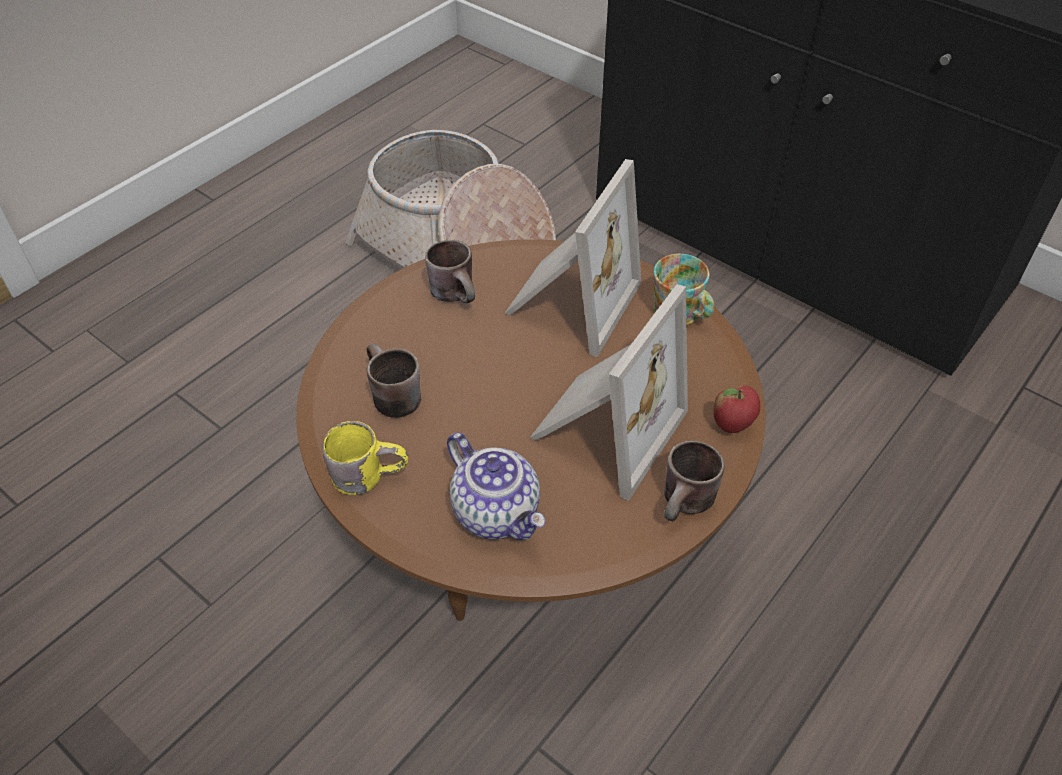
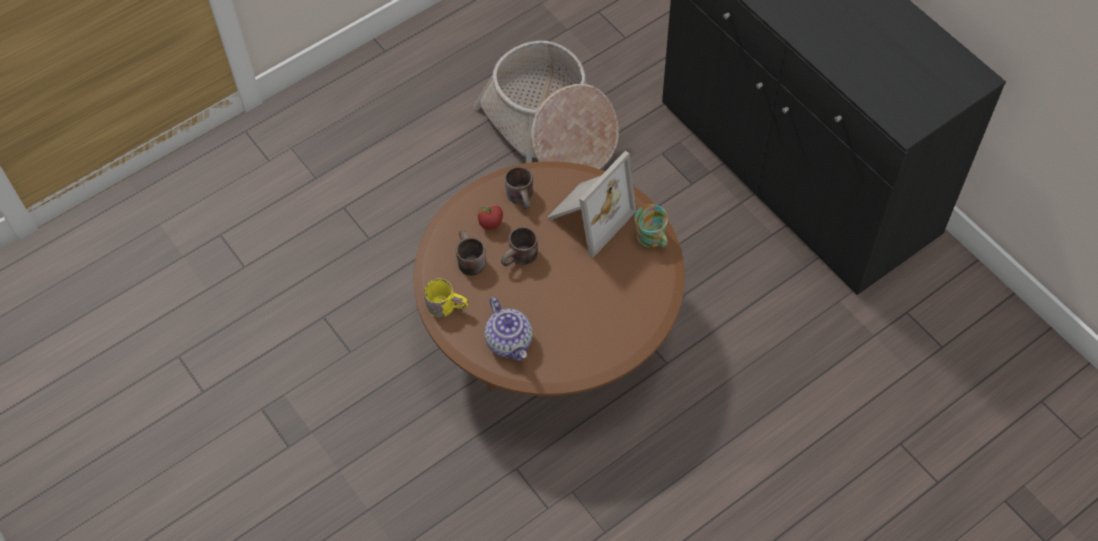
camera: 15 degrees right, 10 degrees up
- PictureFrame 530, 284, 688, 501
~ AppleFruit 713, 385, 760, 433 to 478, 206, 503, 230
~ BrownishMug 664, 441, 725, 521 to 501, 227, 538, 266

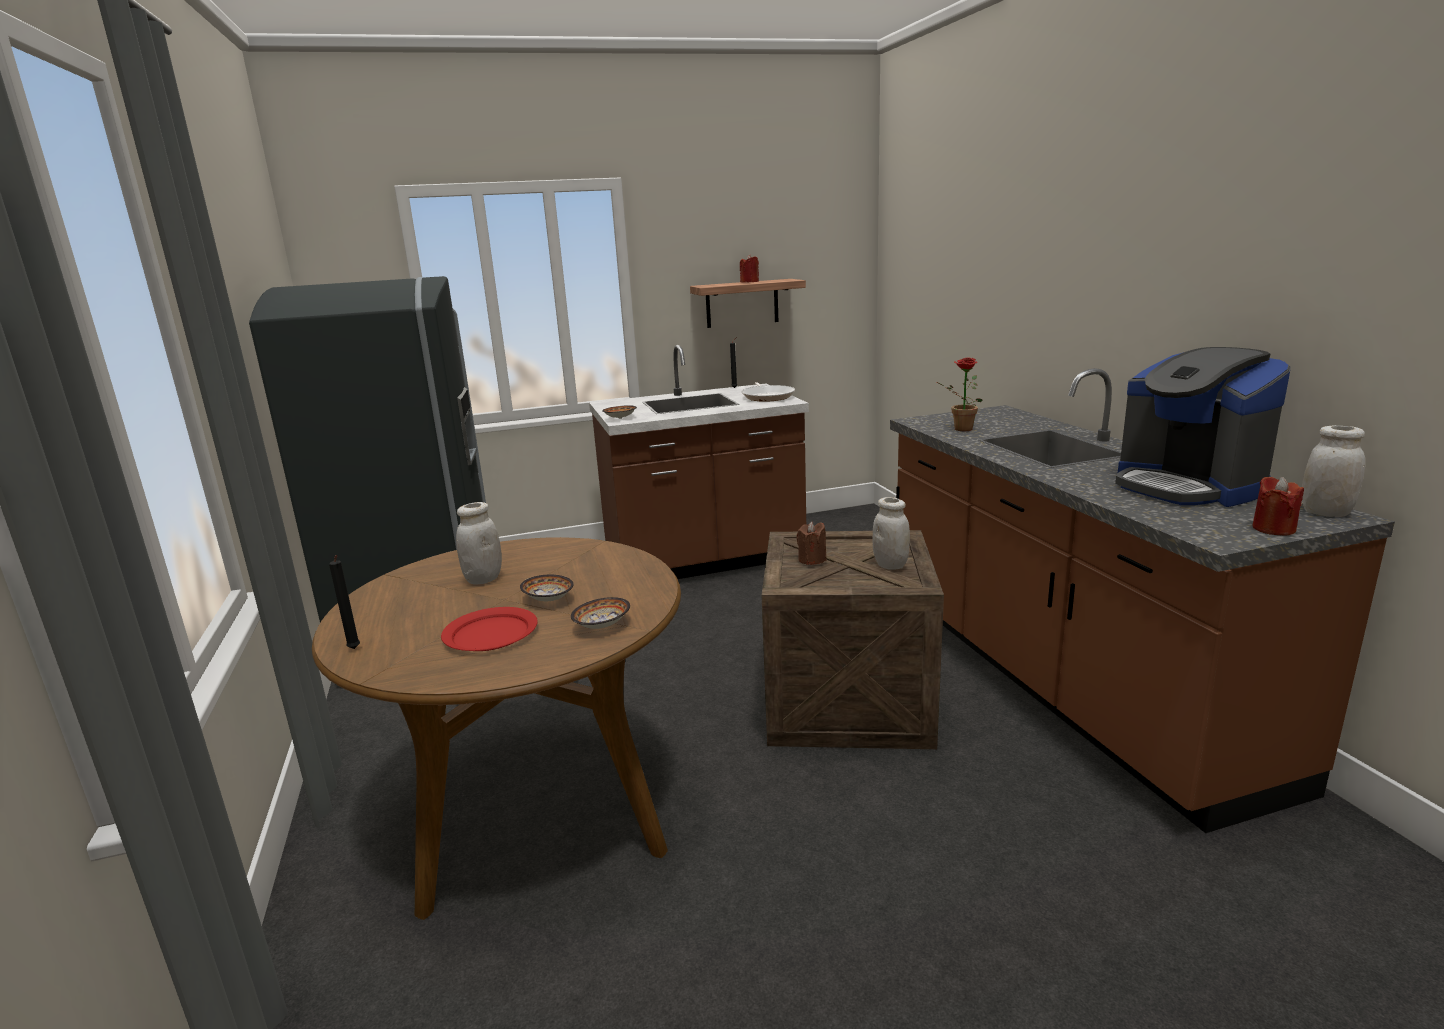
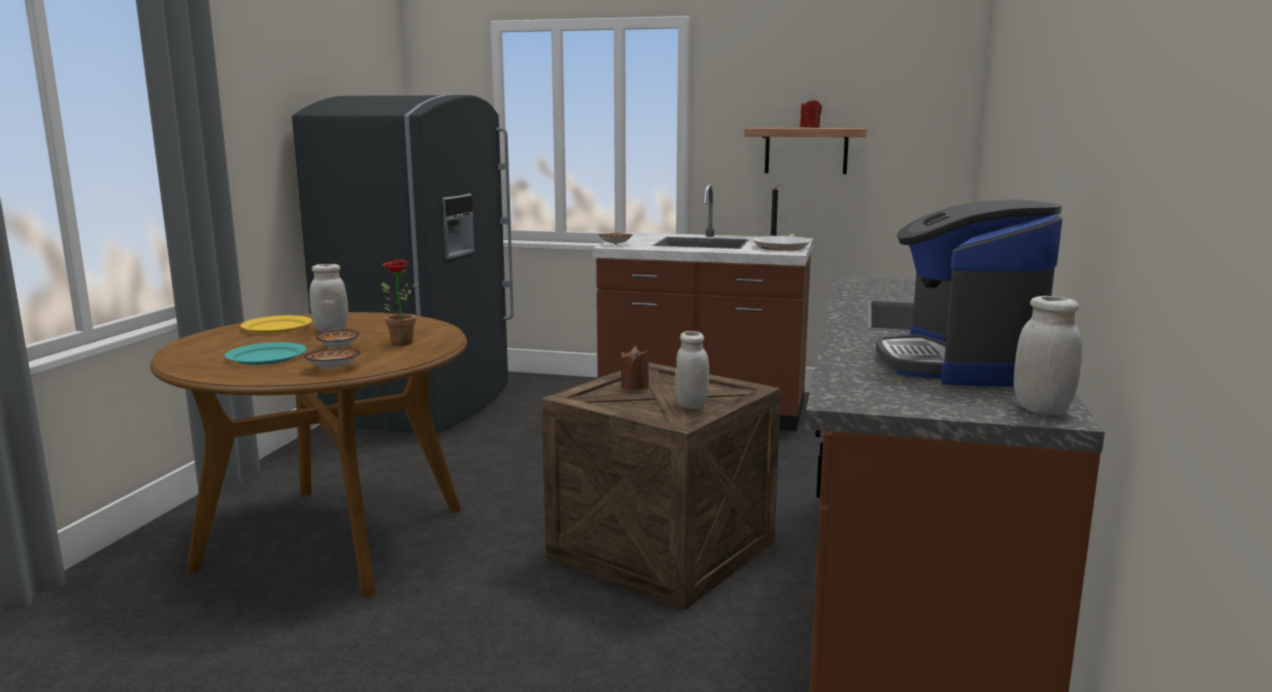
camera: 30 degrees right, 5 degrees down
~ PlantInAPot 937, 357, 983, 431 to 381, 259, 418, 345
- RedColouredWaxLight 1252, 477, 1304, 535
- BlackishWaxLight 329, 555, 360, 649
~ RedColouredPlate 441, 607, 538, 651 to TurquoiseColouredPlate 225, 342, 307, 365
+ YellowColouredPlate 240, 315, 312, 334

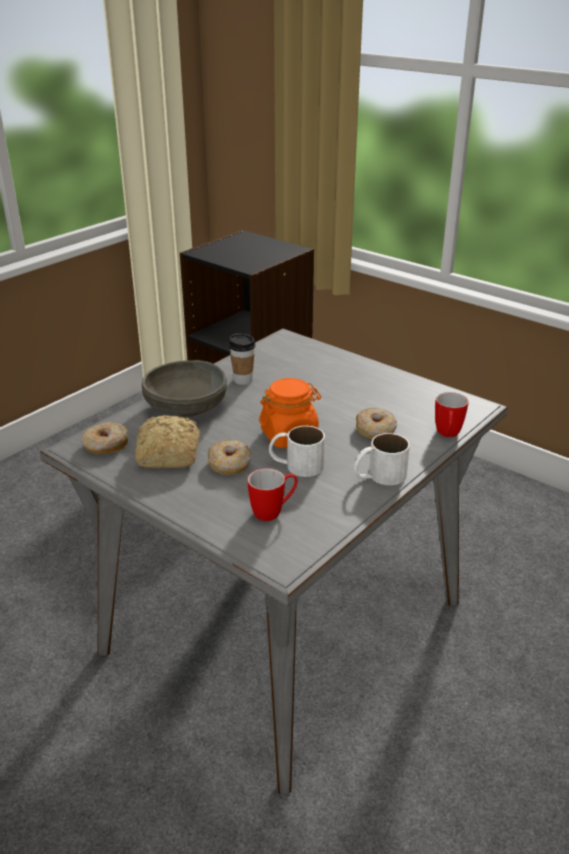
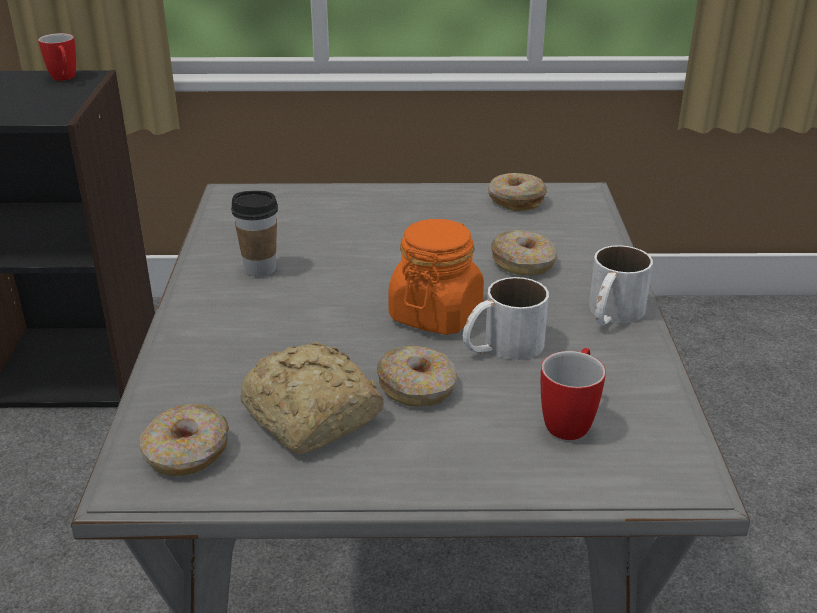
camera: 40 degrees left, 0 degrees up
- GreyishBowl 142, 360, 227, 418
~ Mug 435, 392, 469, 437 to 38, 33, 76, 81
+ RingDoughnut 488, 173, 547, 211

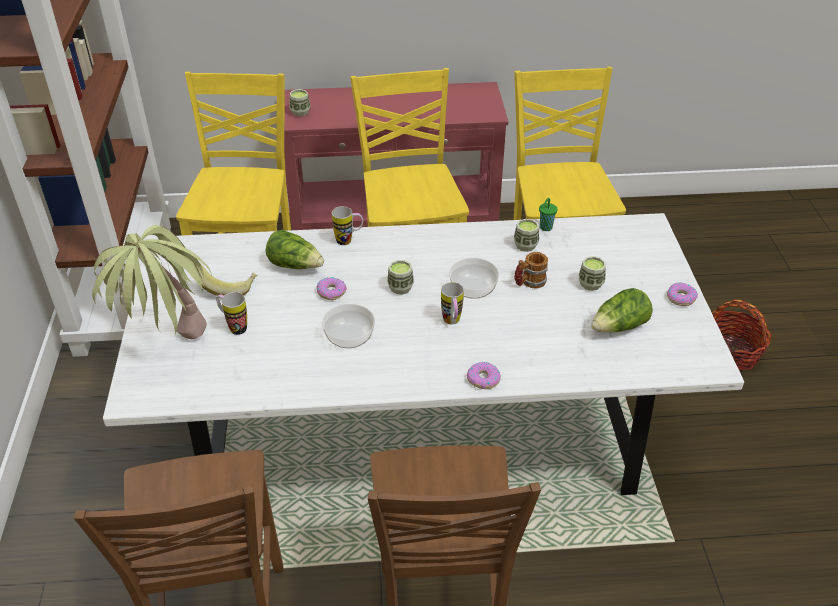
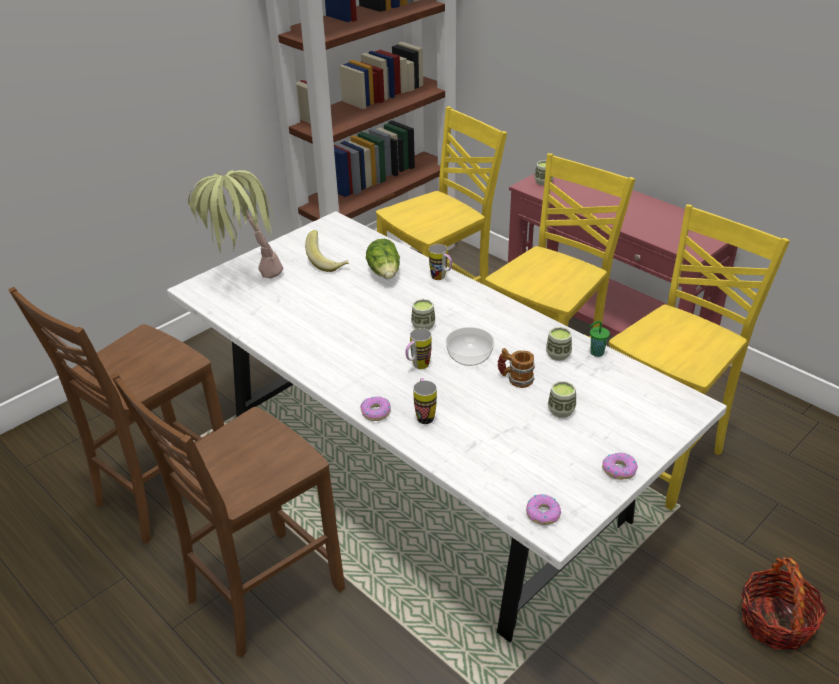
camera: 50 degrees right, 5 degrees down
~ RingDoughnut 317, 277, 347, 300 to 526, 494, 561, 525
- LettuceHead 591, 288, 653, 332
~ Mug 216, 292, 247, 335 to 413, 378, 437, 424
- Bowl 322, 304, 375, 348

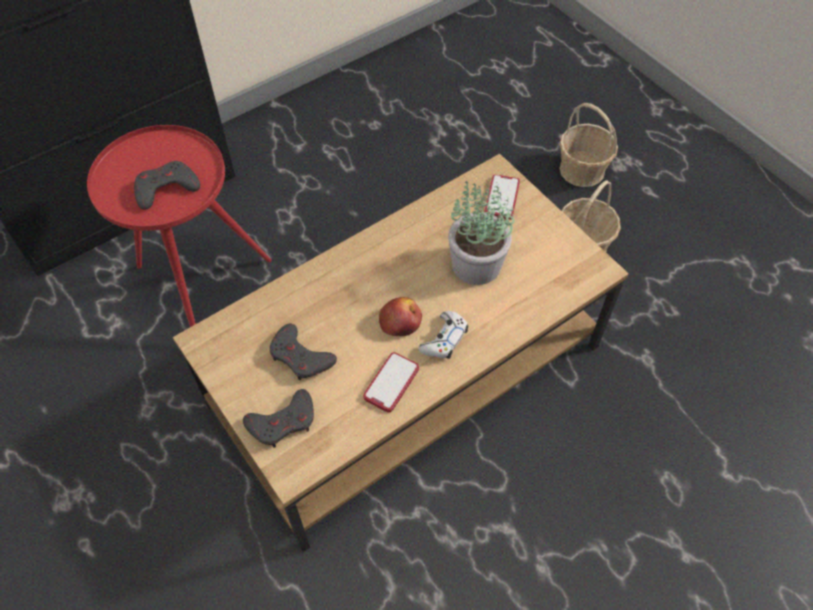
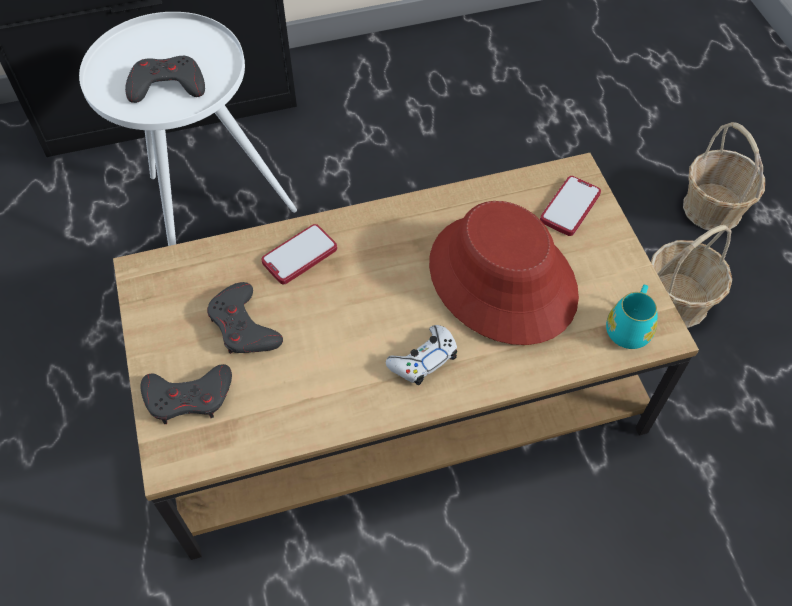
camera: 20 degrees right, 0 degrees up
~ RedColouredAccentTable 87, 125, 271, 327 to WhiteAccentTable 79, 12, 297, 246
~ PlantInAPot 448, 181, 515, 285 to RedColouredHat 429, 201, 579, 345
- AppleFruit 379, 297, 422, 336
~ Phone 363, 352, 419, 413 to 261, 224, 337, 284
+ TurquoiseColouredMug 606, 285, 658, 349

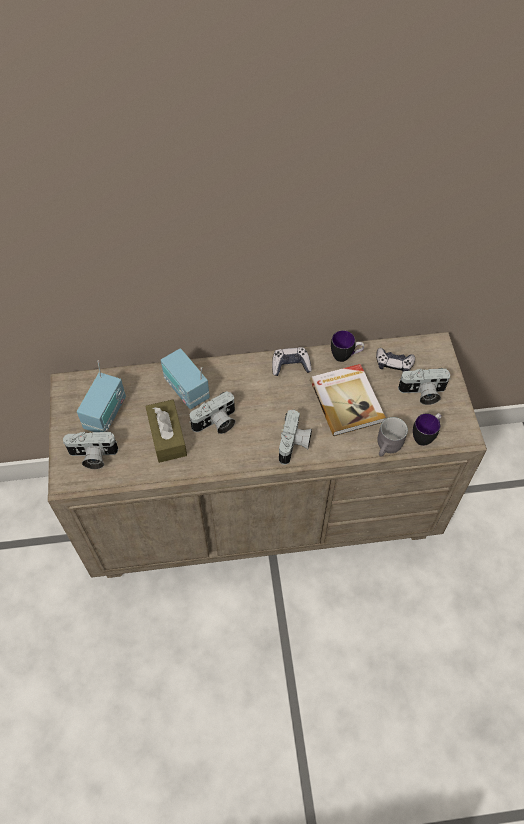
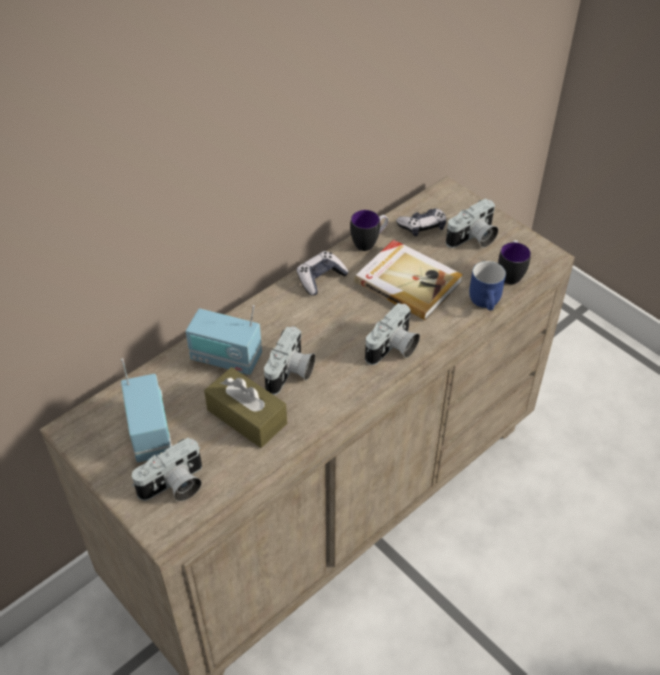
camera: 35 degrees left, 10 degrees down
~ PhotoCamera 279, 409, 312, 465 = 365, 303, 420, 365 60 degrees clockwise
~ GreyishMug 377, 417, 408, 457 to BlueColouredMug 469, 261, 506, 311

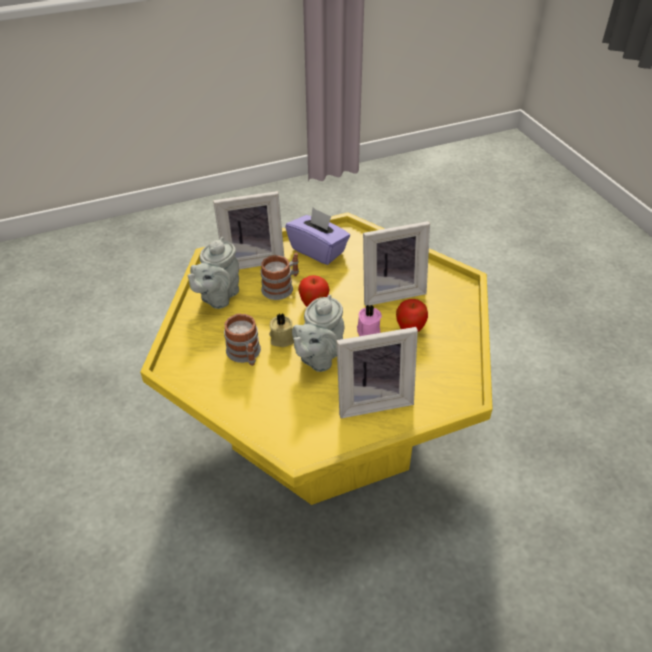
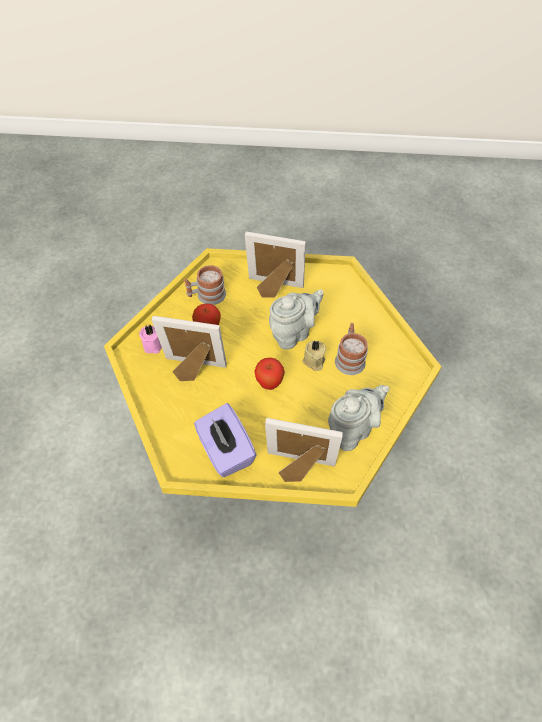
camera: 155 degrees left, 10 degrees up
~ Mug 261, 253, 299, 300 to 184, 265, 226, 305
~ PinkishWaxLight 357, 304, 382, 336 to 139, 325, 162, 354

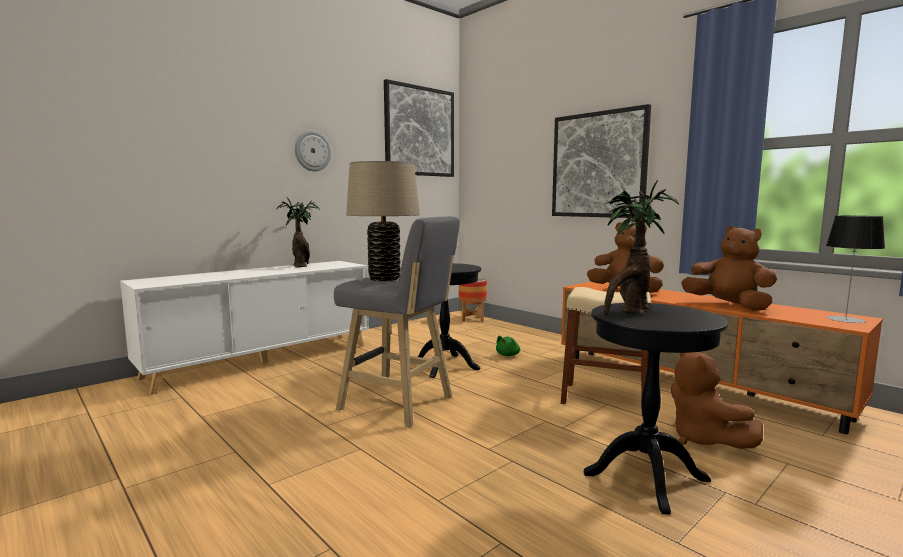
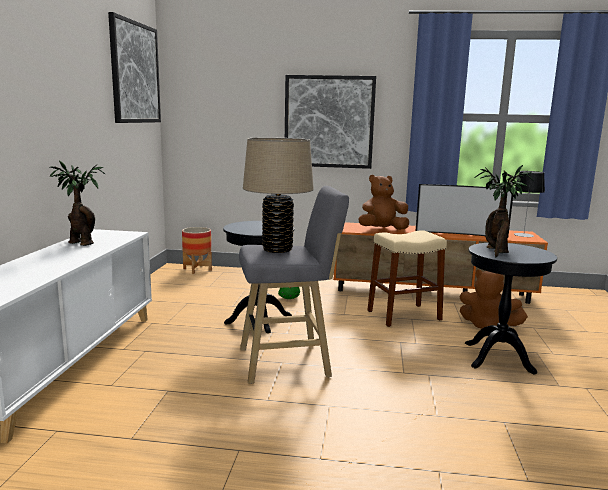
camera: 40 degrees left, 5 degrees up
- ClockOnTheWall 295, 131, 331, 171
~ BrownishCuddlyToy 681, 226, 777, 311 to TvSet 416, 184, 513, 238

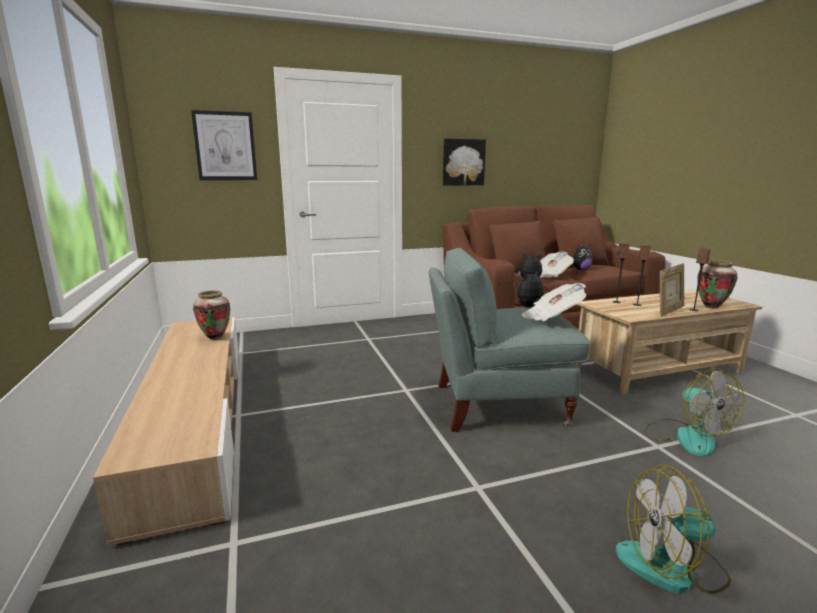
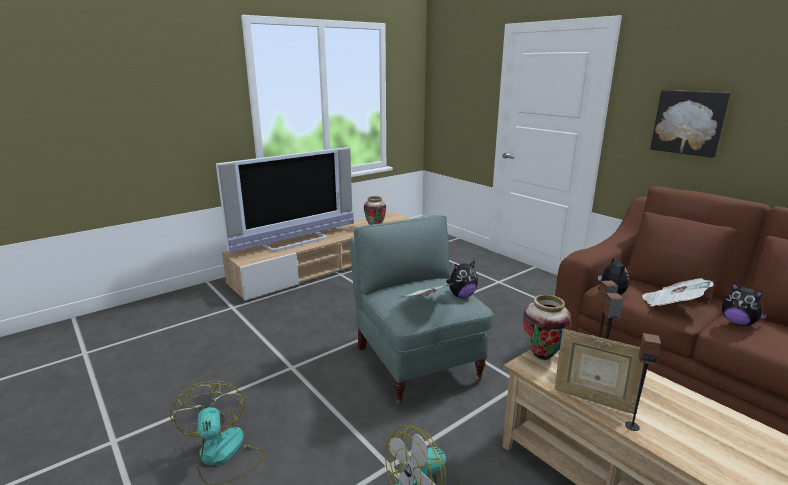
camera: 70 degrees right, 5 degrees up
- WallArt 191, 110, 257, 180
~ DecorativeVase 697, 260, 737, 309 to 523, 294, 572, 360
~ CuddlyToy 517, 271, 544, 307 = 446, 261, 478, 298 120 degrees clockwise
+ TvSet 216, 147, 354, 253

